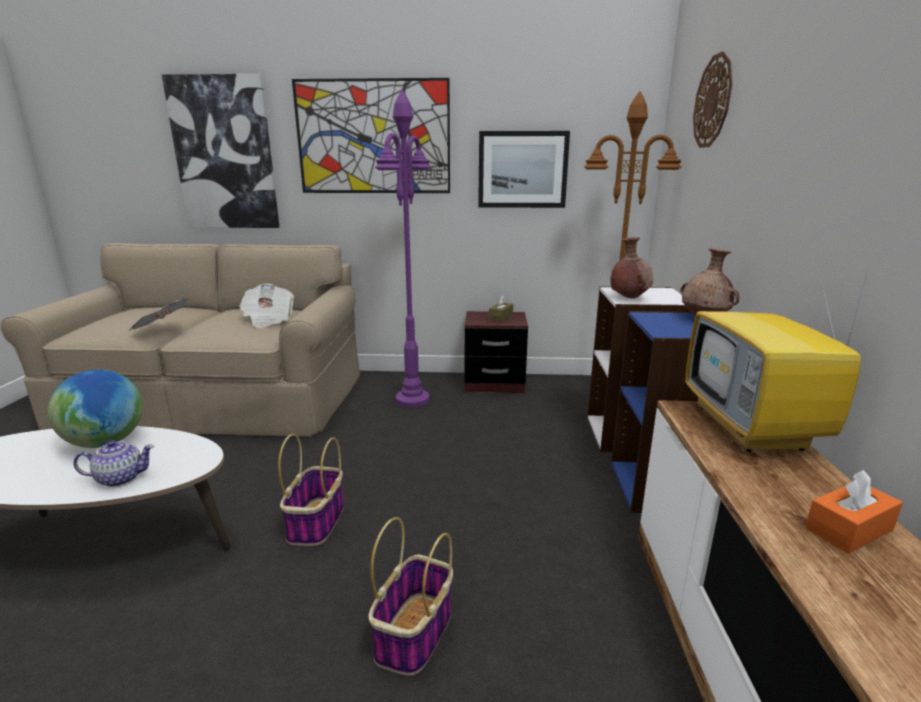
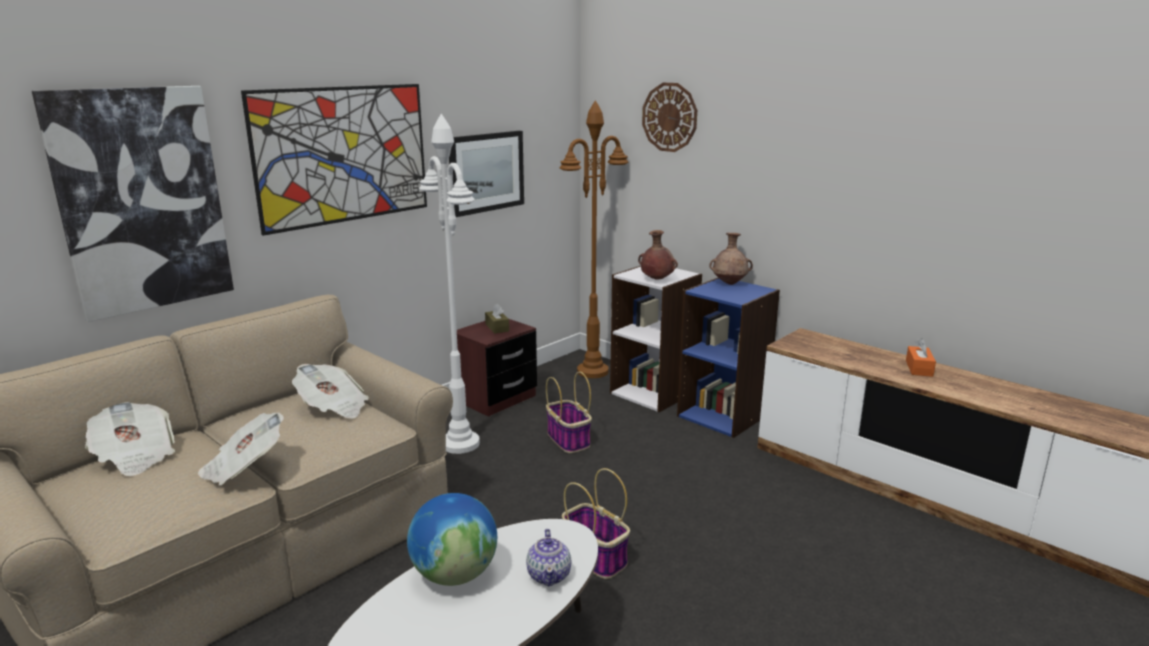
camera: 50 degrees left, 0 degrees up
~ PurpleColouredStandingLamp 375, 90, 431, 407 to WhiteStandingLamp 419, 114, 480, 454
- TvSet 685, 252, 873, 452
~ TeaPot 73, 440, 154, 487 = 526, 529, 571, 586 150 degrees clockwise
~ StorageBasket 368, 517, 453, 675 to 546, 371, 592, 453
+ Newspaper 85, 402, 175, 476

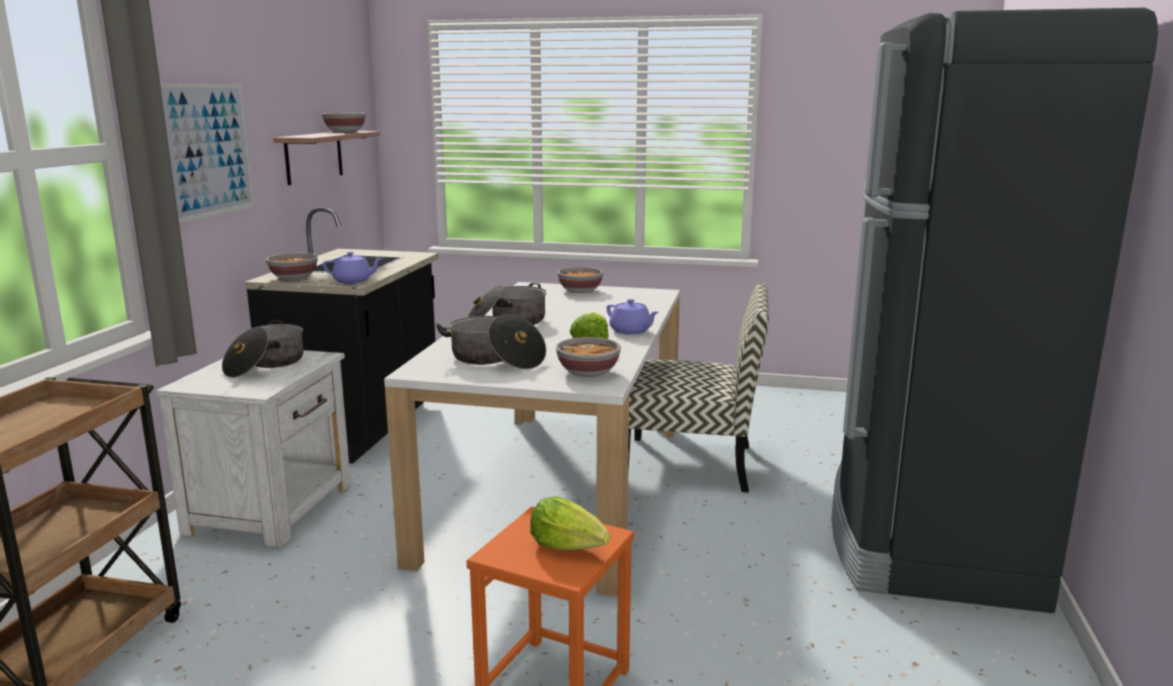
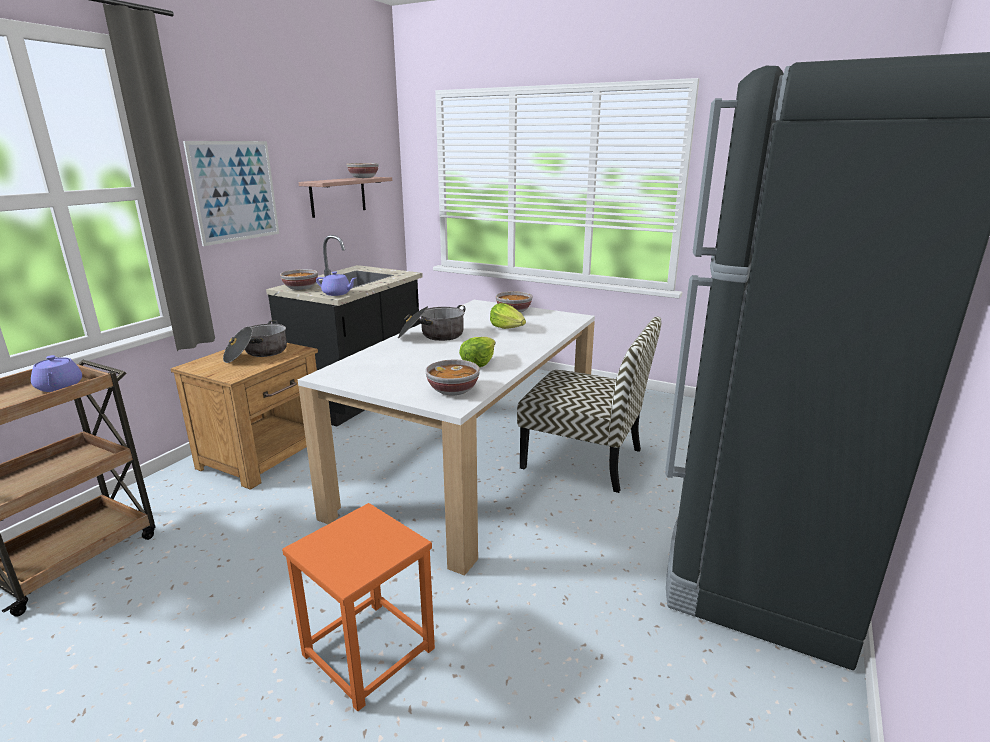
camera: 15 degrees right, 5 degrees up
~ PurpleColouredTeaPot 607, 299, 659, 335 to 31, 355, 82, 392
- Stockpot 436, 314, 546, 369
~ WhiteNightstand 156, 350, 351, 548 to BrownishNightstand 171, 343, 318, 490
~ LettuceHead 530, 496, 611, 550 to 490, 303, 526, 329

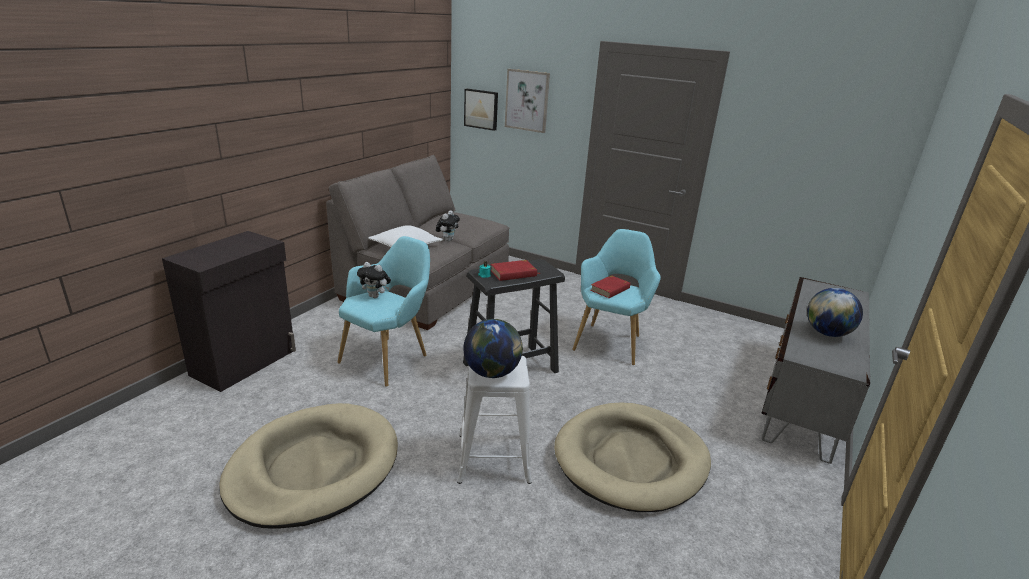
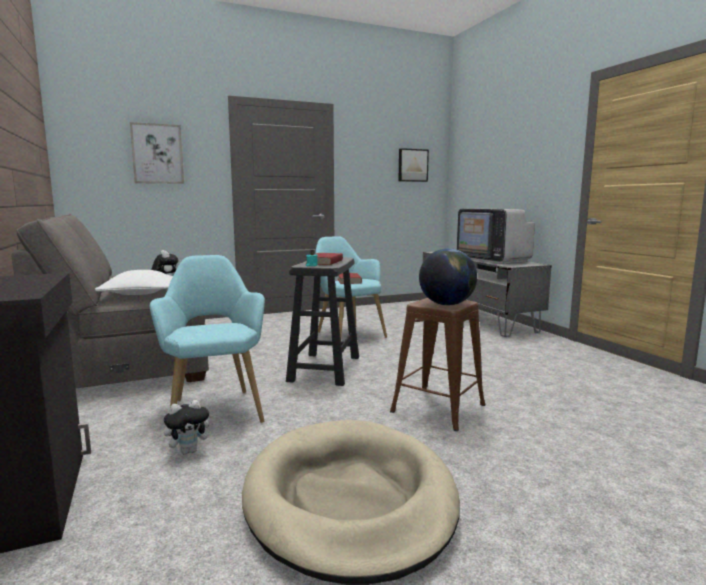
camera: 50 degrees left, 15 degrees down
~ WallArt 464, 89, 498, 131 to 399, 148, 429, 182
~ CuddlyToy 357, 262, 391, 298 to 164, 400, 215, 455
~ Globe 807, 288, 863, 337 to TvSet 457, 208, 535, 264
~ WhiteStool 457, 356, 532, 484 to BrownishStool 390, 297, 485, 431
- BeigePetBed 554, 402, 711, 512

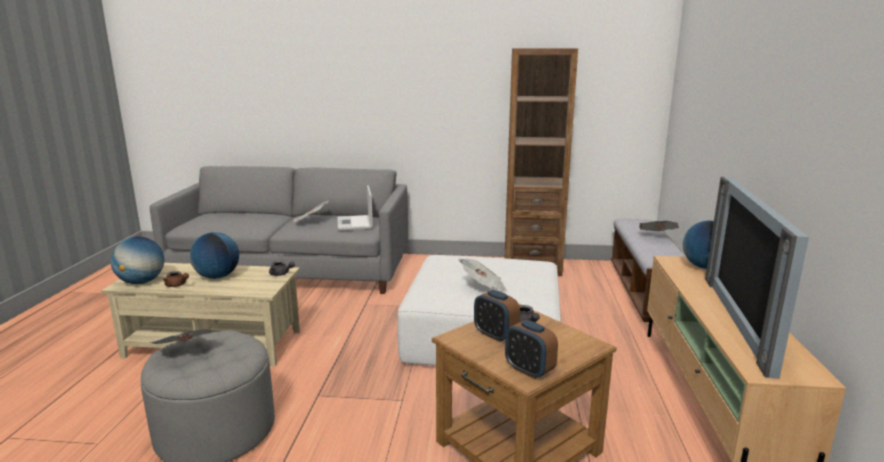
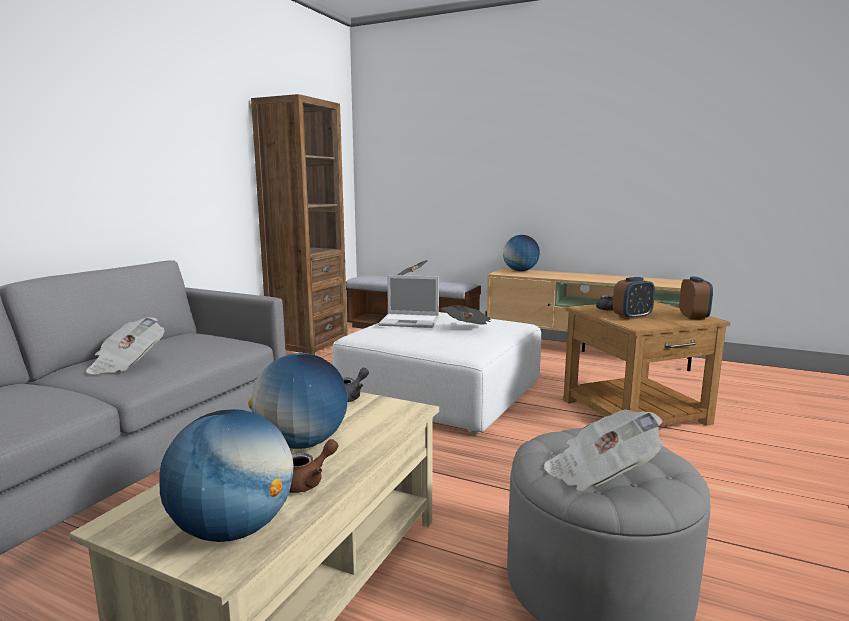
camera: 70 degrees left, 5 degrees down
- TvSet 705, 177, 809, 379
~ NotebookComputer 337, 185, 373, 230 to 378, 275, 439, 328
~ BedsideClock 505, 320, 558, 379 = 679, 277, 713, 320 60 degrees counterclockwise

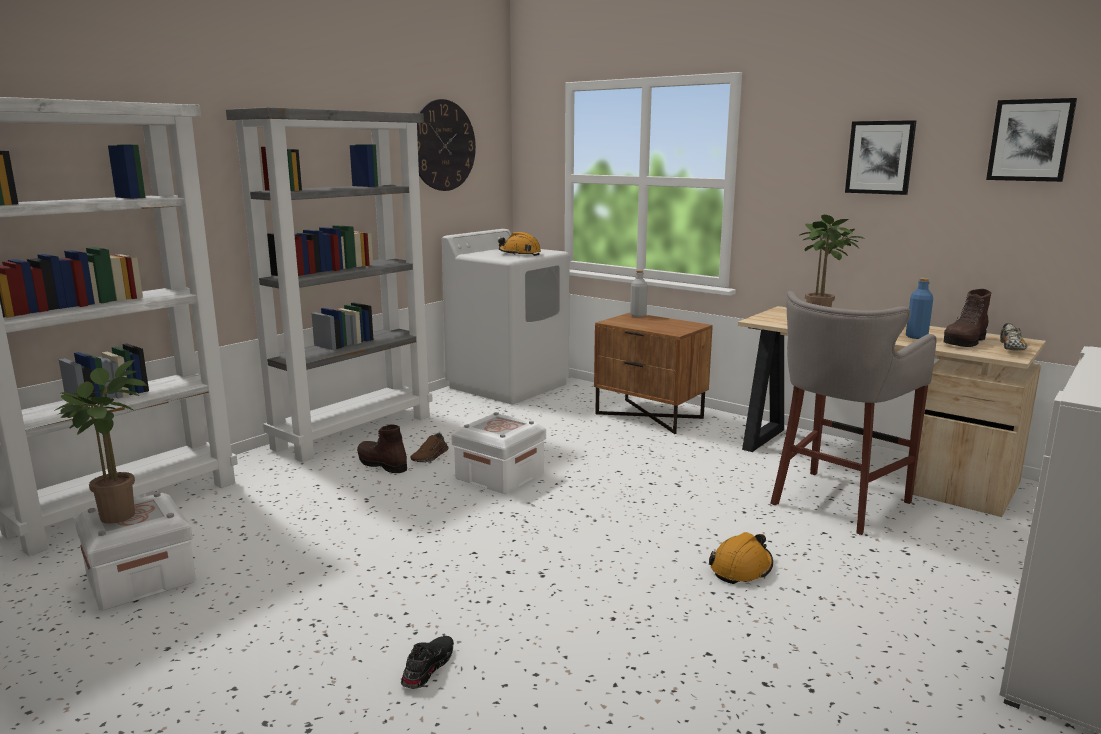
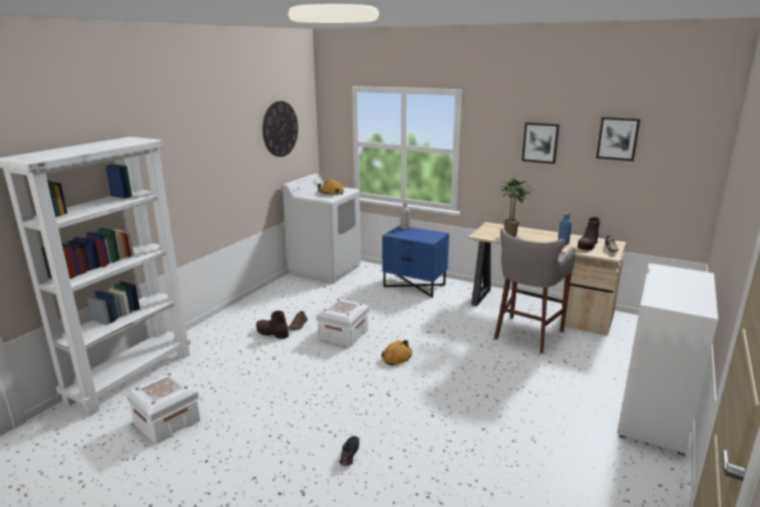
camera: 10 degrees left, 5 degrees up
- GreyishBookcase 226, 107, 433, 462
~ BrownishNightstand 594, 313, 712, 434 to BlueColouredNightstand 382, 225, 449, 298
- PlantInAPot 54, 360, 147, 524
~ OrangeColouredHardHat 709, 532, 773, 584 to 381, 340, 412, 366

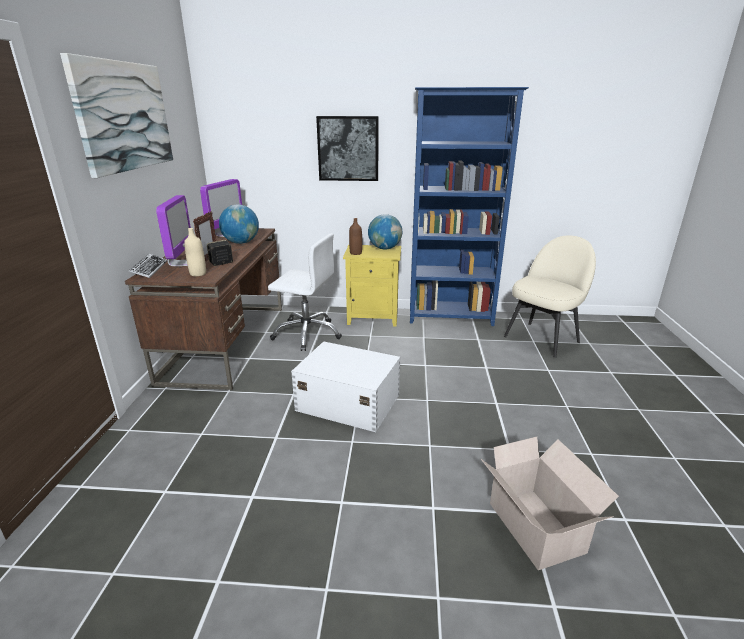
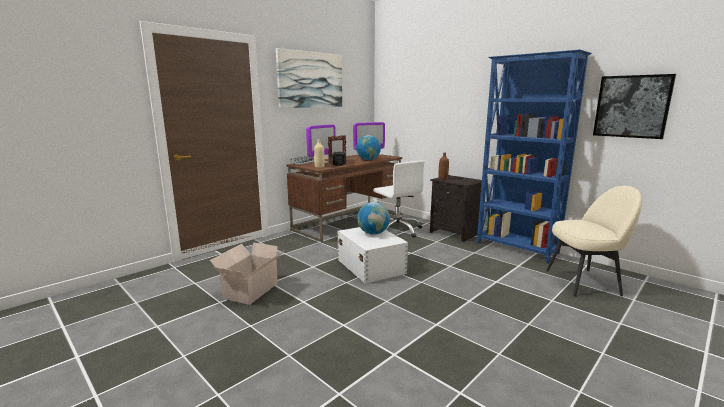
camera: 40 degrees right, 10 degrees down
~ WallArt 316, 116, 379, 181 to 593, 74, 676, 139
~ Globe 368, 214, 402, 249 to 357, 202, 390, 235
~ YellowColouredNightstand 343, 245, 401, 327 to BlackishNightstand 430, 175, 482, 242
~ CardboardBox 481, 437, 619, 570 to 210, 242, 285, 305

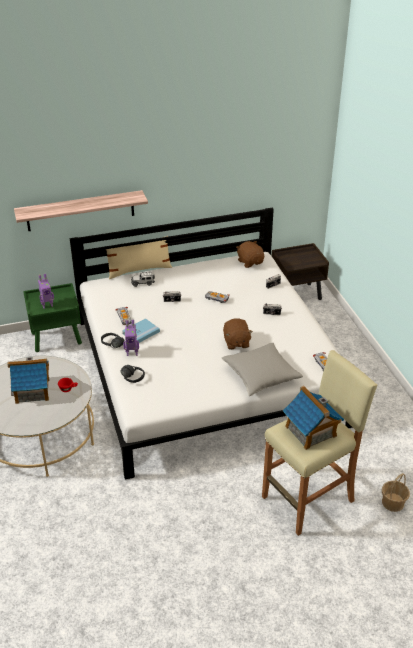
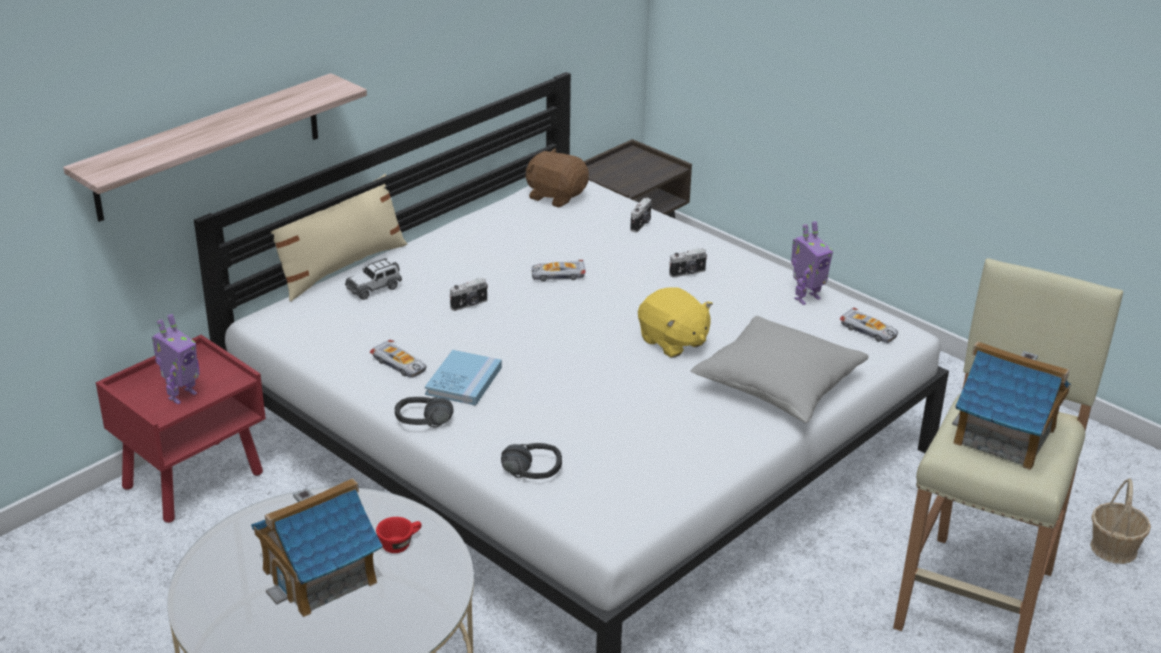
camera: 30 degrees left, 5 degrees down
~ GreenColouredNightstand 23, 283, 82, 352 to RedColouredNightstand 96, 335, 266, 523
~ BrownishCuddlyToy 223, 318, 253, 350 to YellowColouredCuddlyToy 638, 287, 713, 358
~ ToyRobot 123, 320, 139, 356 to 791, 221, 833, 305

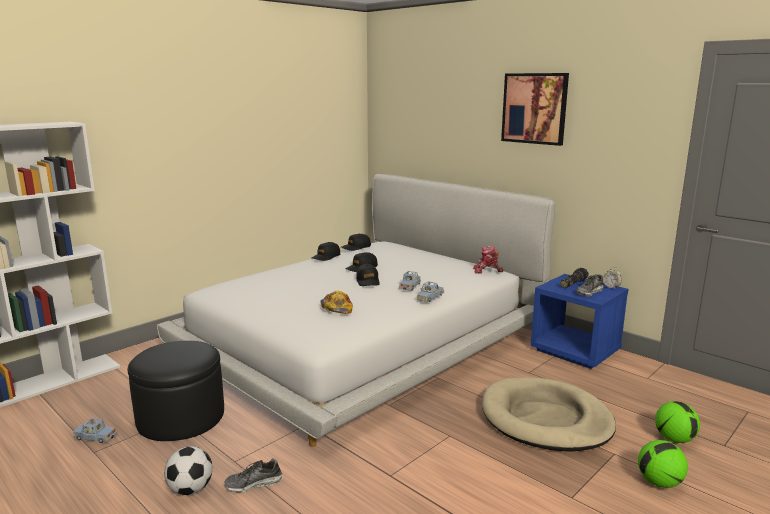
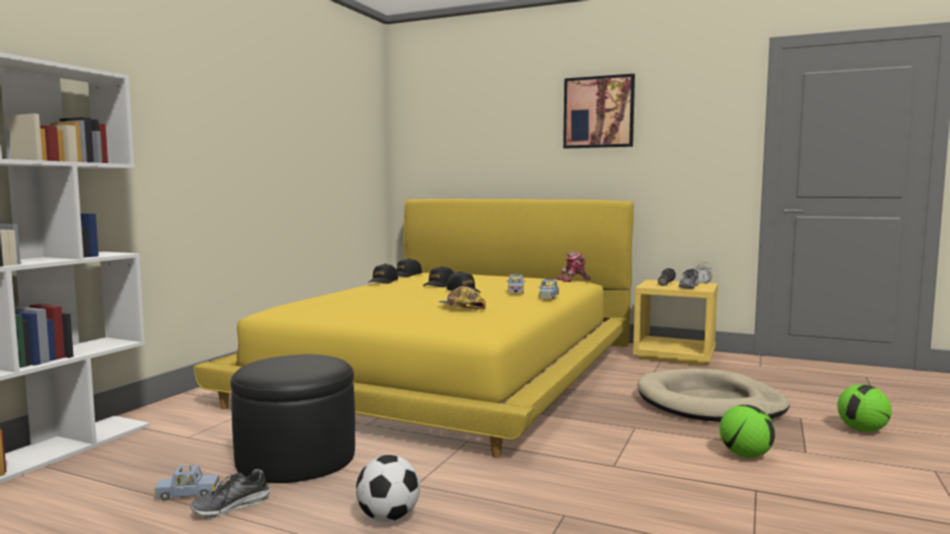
camera: 20 degrees left, 10 degrees down
~ WhiteBed 157, 174, 555, 447 to YellowColouredBed 194, 199, 634, 458
~ BlueColouredNightstand 531, 274, 628, 369 to YellowColouredNightstand 633, 280, 718, 366
~ BallForFootball 655, 401, 700, 443 to 719, 405, 775, 458
~ Shoe 224, 459, 283, 493 to 190, 469, 270, 518

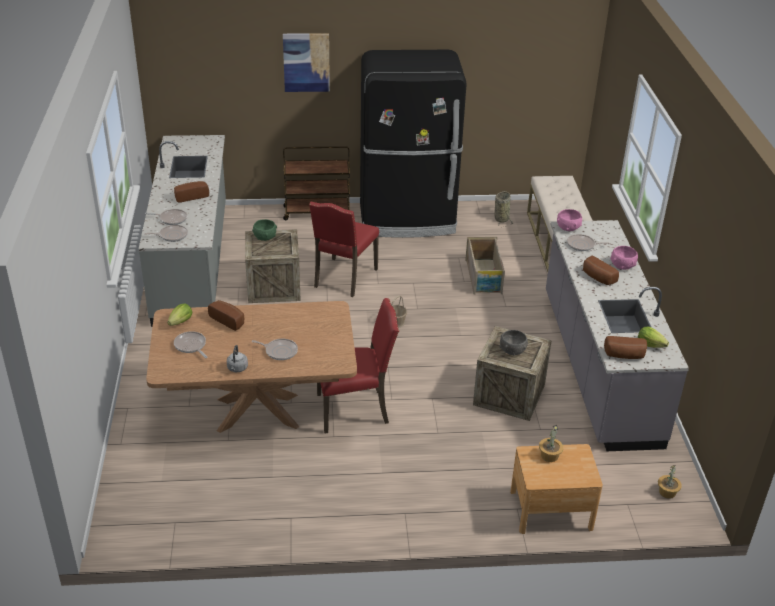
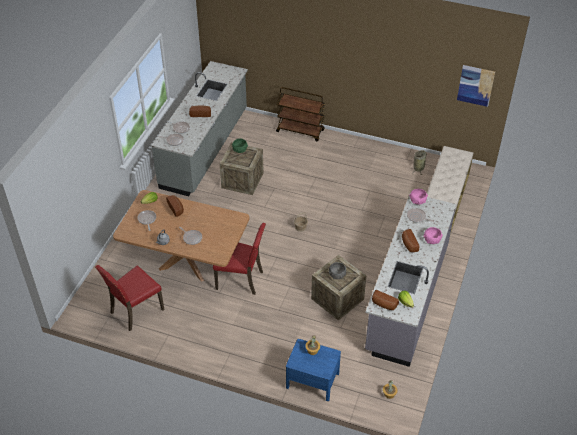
camera: 25 degrees right, 10 degrees up
~ WallArt 283, 33, 330, 92 to 457, 65, 495, 107
- BlackishRefrigerator 360, 50, 467, 238
~ RedColouredChair 309, 202, 379, 297 to 95, 265, 165, 331
- ShippingCrate 465, 237, 505, 295
~ BrownishNightstand 510, 444, 603, 534 to BlueColouredNightstand 286, 339, 341, 401

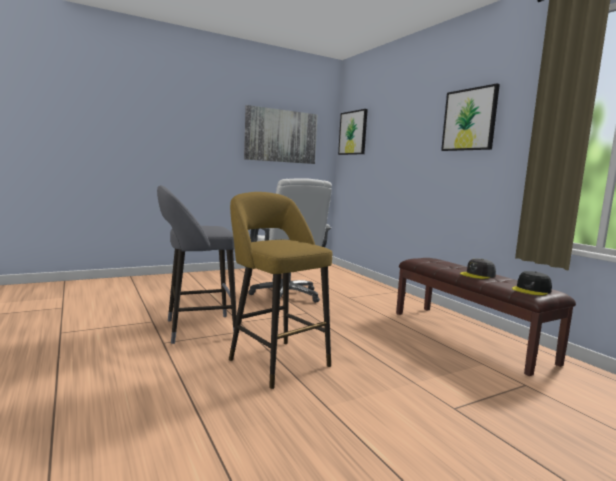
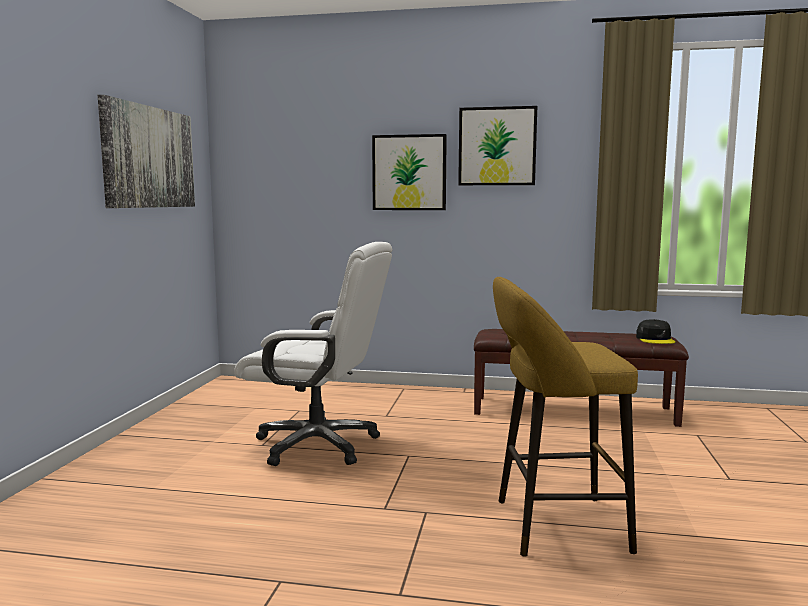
camera: 50 degrees left, 0 degrees up
~ WallArt 338, 109, 368, 155 to 372, 134, 447, 210
- GreyishStool 157, 185, 237, 344
- GreyishCap 460, 259, 496, 279

